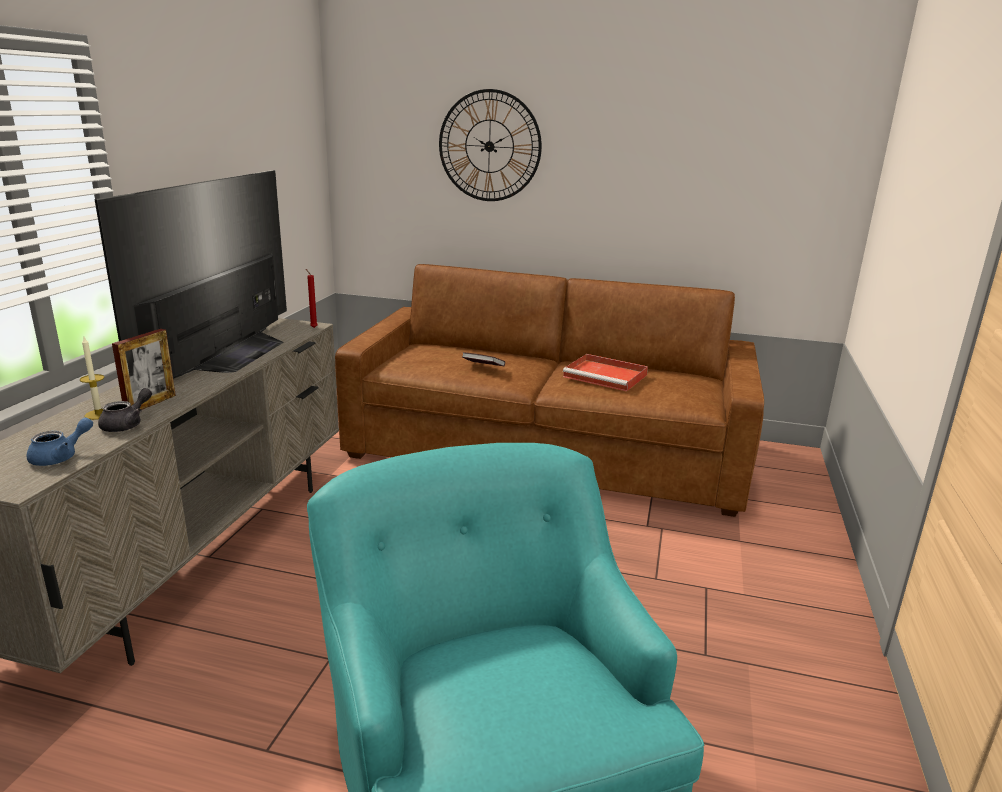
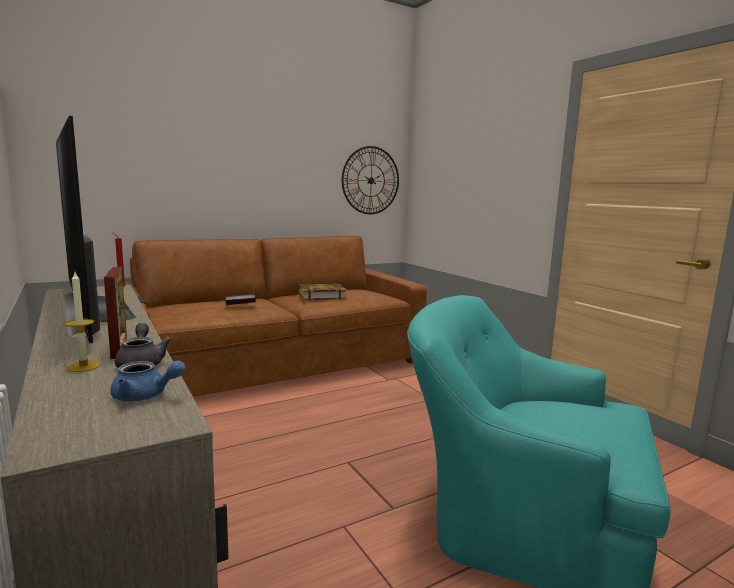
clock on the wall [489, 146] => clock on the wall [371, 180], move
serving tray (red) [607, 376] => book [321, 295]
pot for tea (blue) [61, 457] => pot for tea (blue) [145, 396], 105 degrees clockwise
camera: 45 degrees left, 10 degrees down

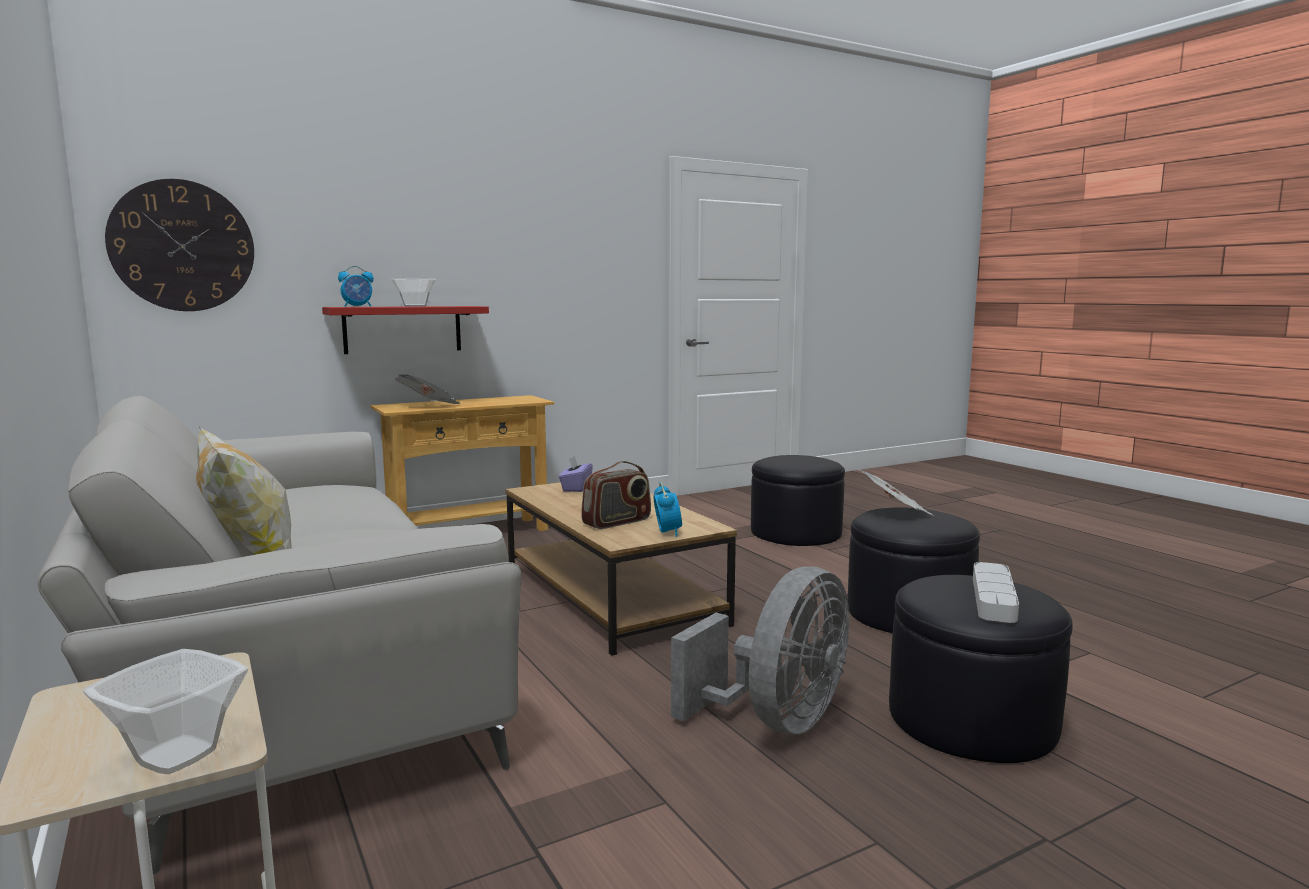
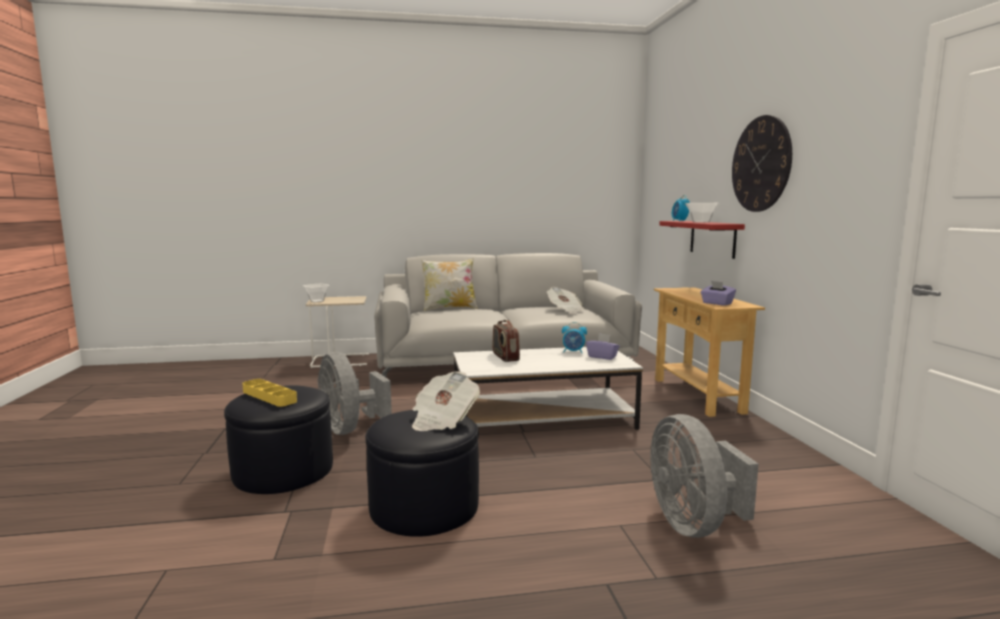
clock on the wall [182, 246] => clock on the wall [761, 164], move
printed paper [429, 406] => printed paper [565, 310], move
footrest (black) [795, 532] => cooling fan (greyish) [693, 524]
coffee table (brown-coloured) [610, 595] => coffee table (white-coloured) [542, 418]
alarm clock [667, 532] => alarm clock [573, 352], move
serving tray (greyish) [993, 598] => serving tray (yellow) [269, 396]
nothing => box of tissues (purple-coloured) [717, 303]
camera: 110 degrees right, 0 degrees up

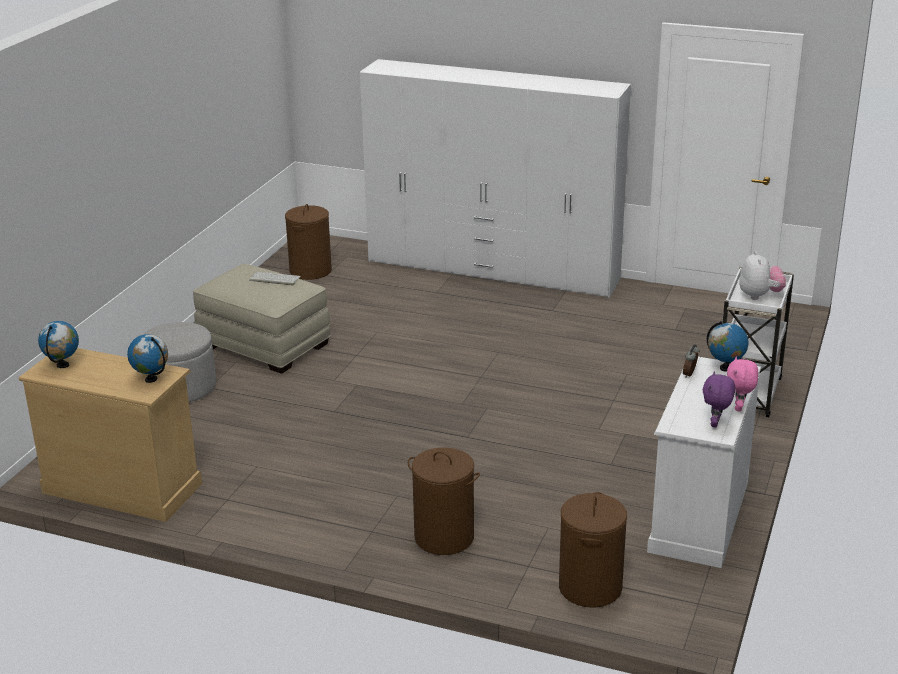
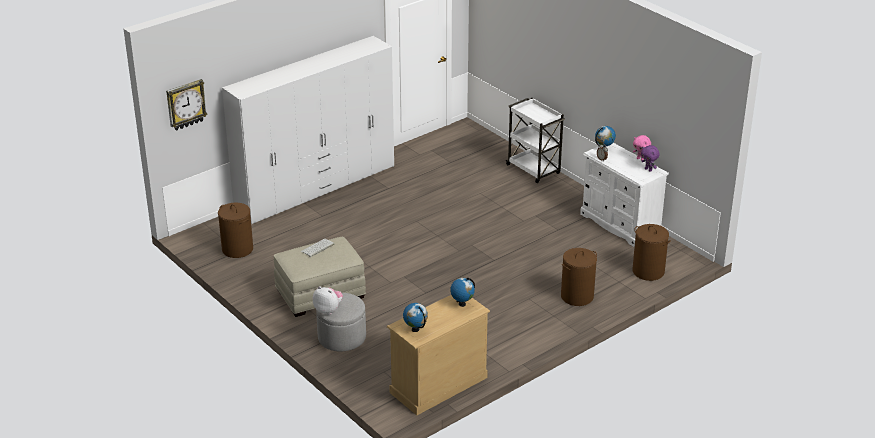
soft toy [759, 296] => soft toy [328, 310], move
nothing => clock on the wall [186, 104]
camera: 60 degrees left, 5 degrees up

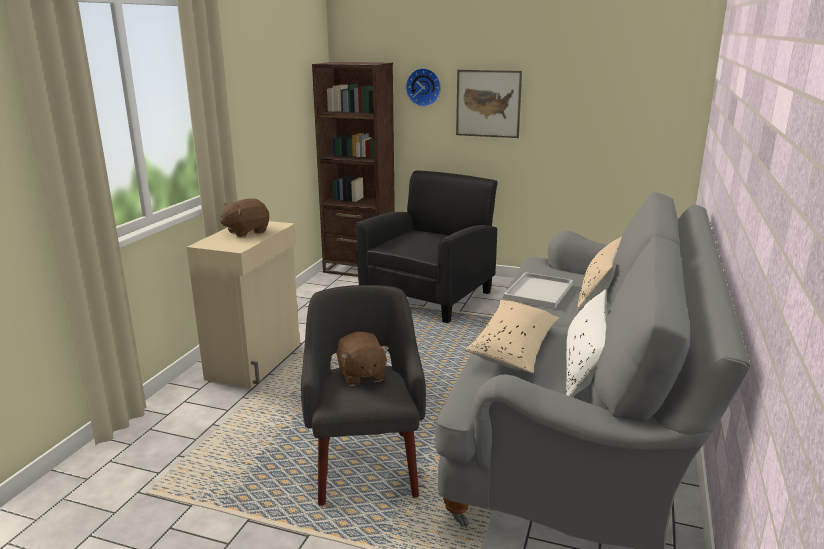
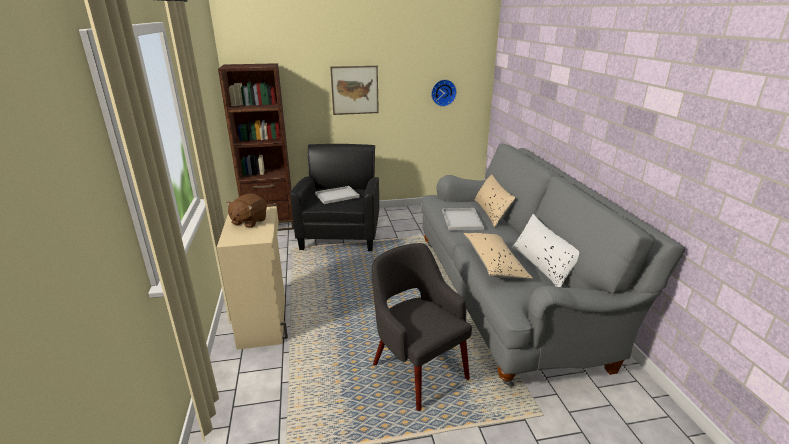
clock on the wall [424, 87] => clock on the wall [443, 92], move
soft toy (brown-coloured) [361, 375] => nothing
nothing => serving tray (white-coloured) [337, 195]
camera: 30 degrees left, 5 degrees up

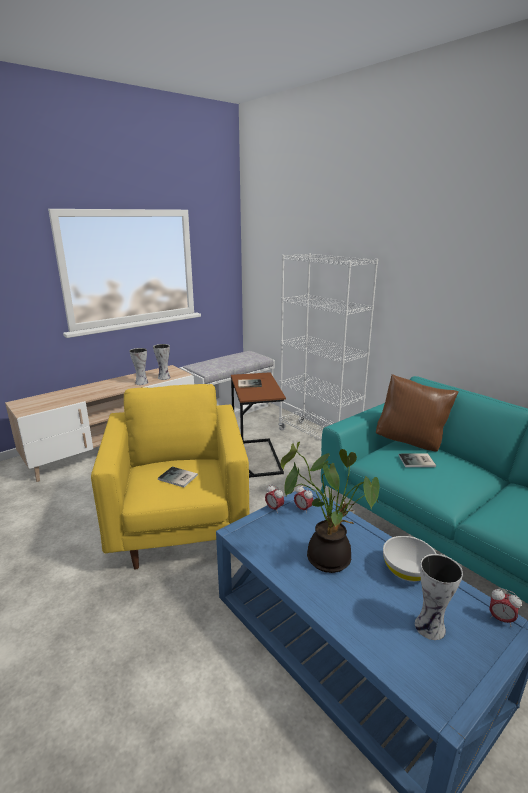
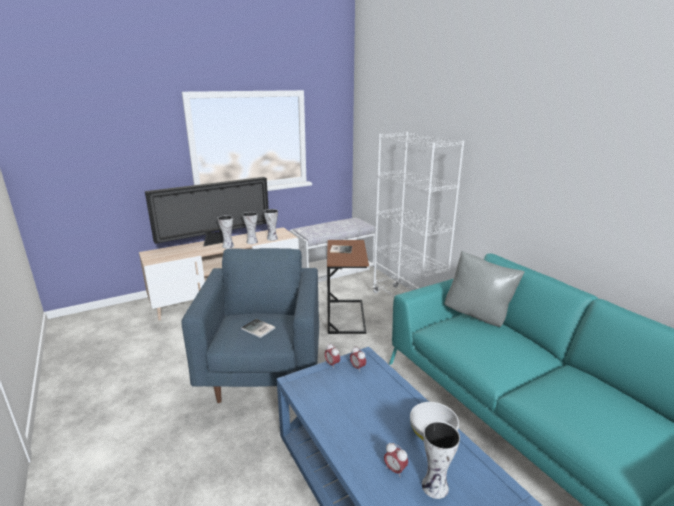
throw pillow (brown-coloured) [411, 442] => throw pillow (greyish) [478, 316]
easy chair (yellow) [180, 528] => easy chair (blue) [263, 372]
houseplant [328, 556] => nothing
book [418, 461] => nothing
alarm clock [500, 619] => alarm clock [395, 470], move
nothing => television [216, 242]
nothing => vase [228, 246]
camera: 10 degrees right, 0 degrees up

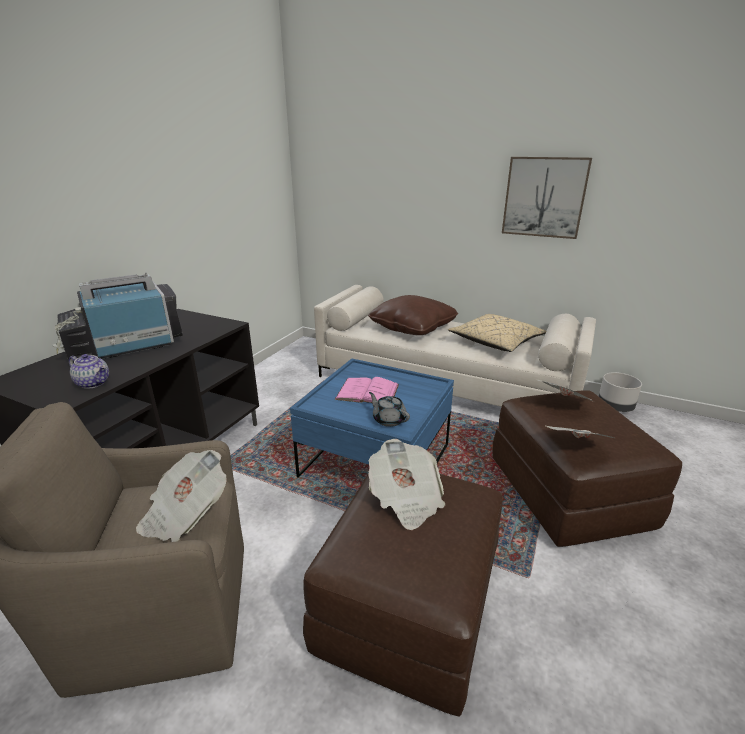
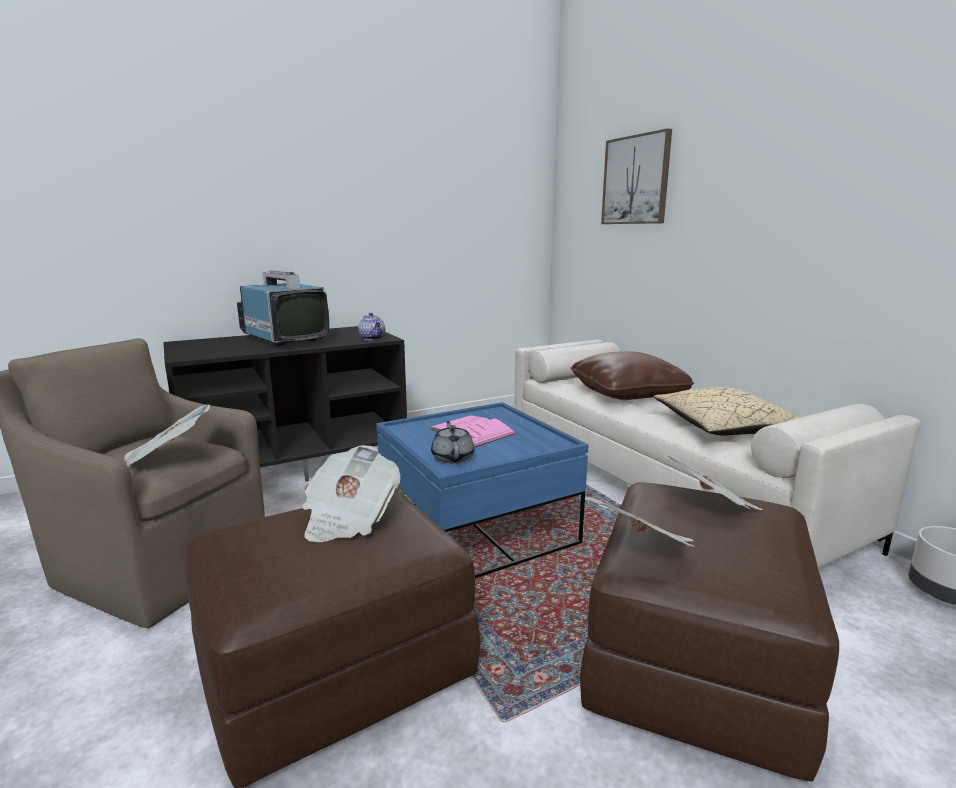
wall picture [544, 197] => wall picture [636, 180], move
television [126, 346] => television [284, 339], 45 degrees clockwise
pot for tea [94, 383] => pot for tea [373, 338], move
camera: 35 degrees right, 10 degrees down

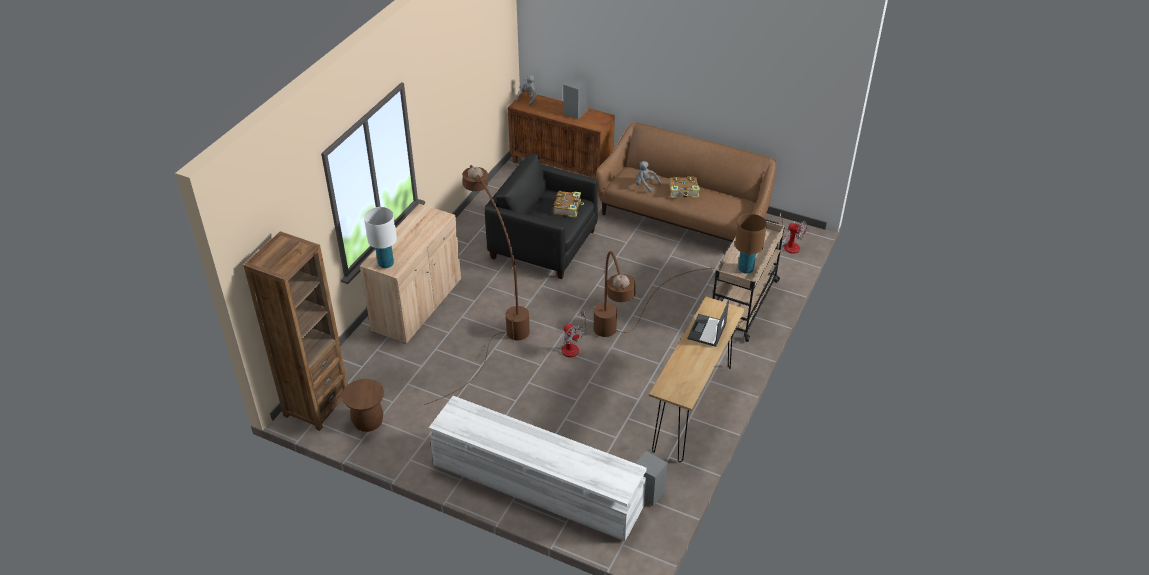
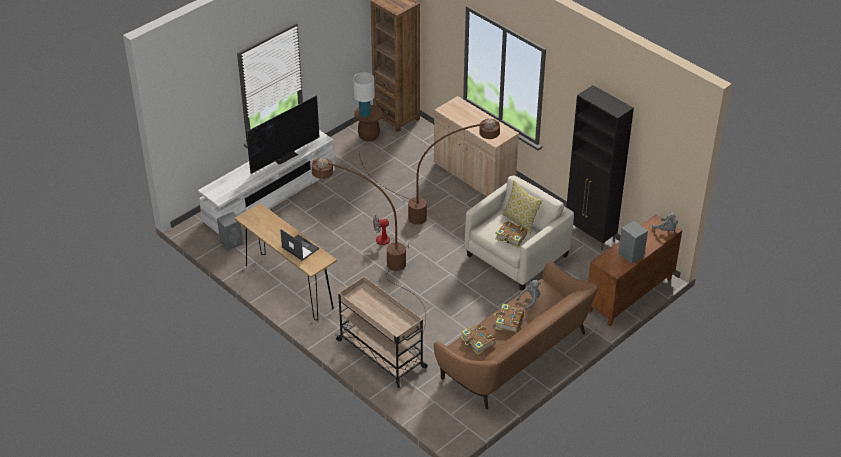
easy chair (black) [543, 245] => easy chair (sand-coloured) [516, 256]
table lamp (white-coloured) [386, 264] => table lamp (white-coloured) [364, 114], move
cooling fan [790, 244] => nothing
table lamp (brown-coloured) [745, 269] => nothing
nothing => storage cabinet (black) [590, 235]
nothing => television [285, 156]
nothing => throw pillow [521, 221]
nothing => book [478, 342]
camera: 110 degrees right, 0 degrees up

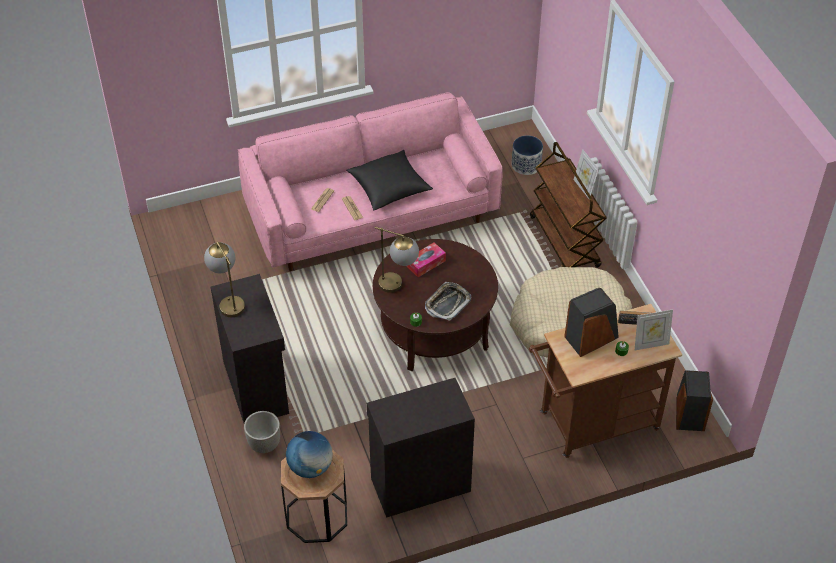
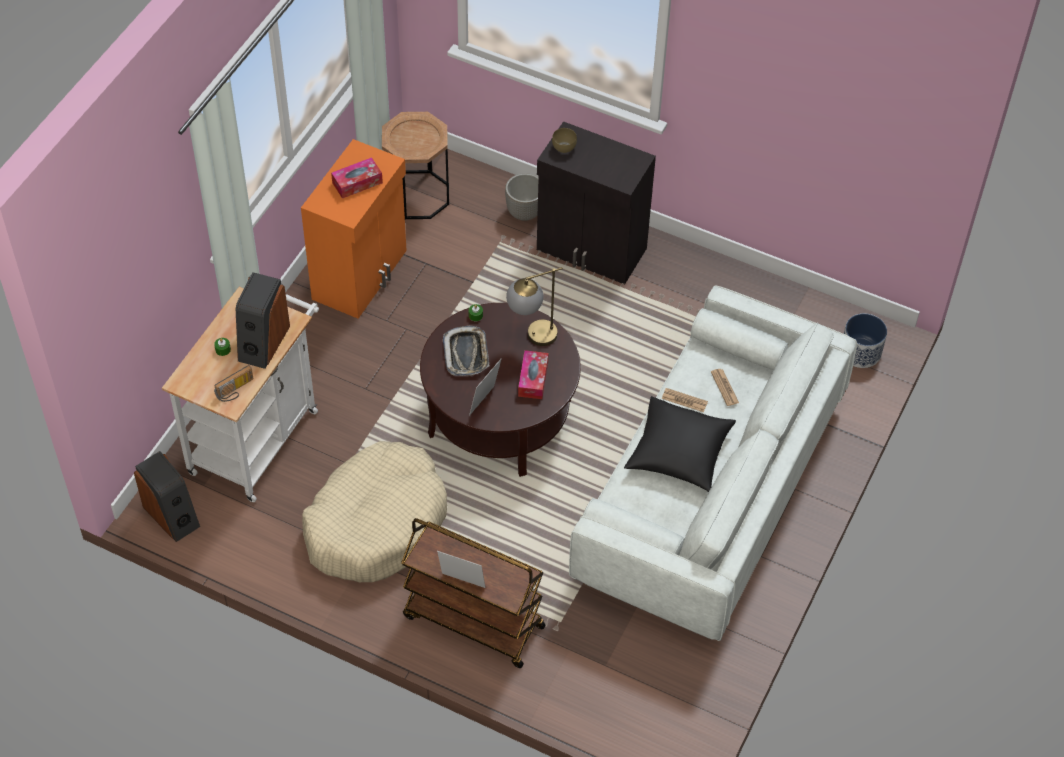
couch (pinkish) [371, 214] => couch (white-coloured) [708, 493]
planter [526, 165] => planter [861, 352], move
table lamp [228, 301] => nothing
cart (brown-coloured) [592, 424] => cart (white-coloured) [258, 435]
picture frame [650, 344] => picture frame [485, 402], move
storage cabinet (black) [419, 484] => storage cabinet (orange) [361, 274]
desk globe [310, 467] => nothing
nothing => serving bowl (brown-coloured) [564, 148]
nothing => box of tissues [357, 183]
camera: 135 degrees right, 5 degrees up

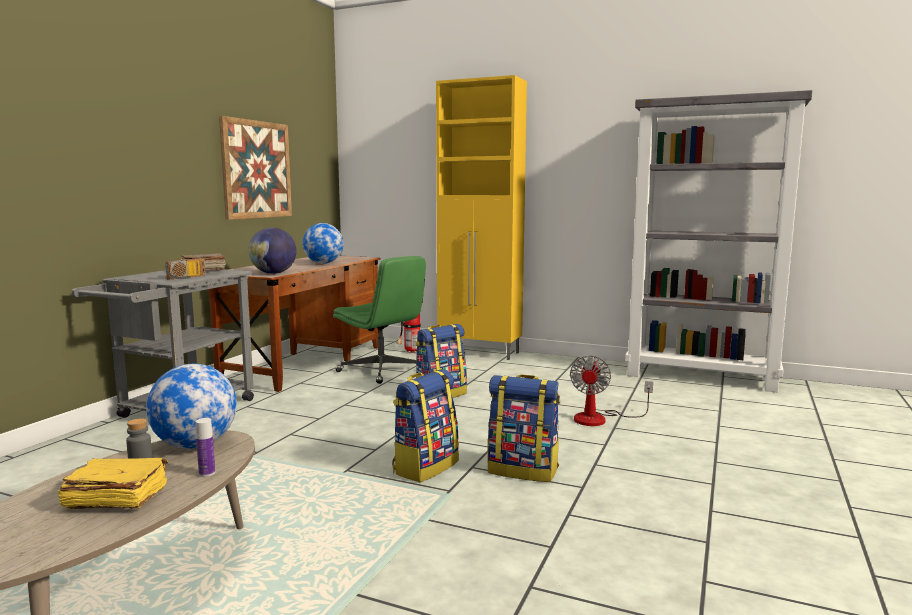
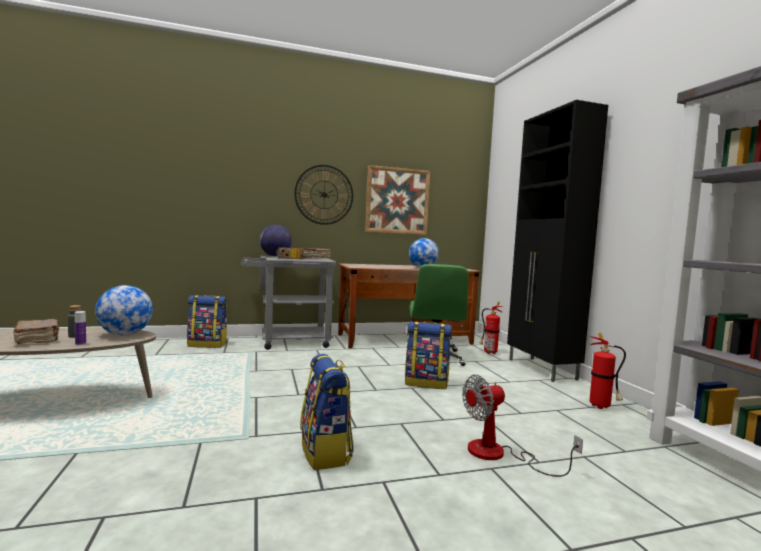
storage cabinet (yellow) [480, 353] => storage cabinet (black) [541, 369]
desk globe [273, 273] => desk globe [275, 256], move
rucksack [425, 467] => rucksack [207, 344], move
book (yellow) [116, 498] => book (brown-coloured) [38, 340]
nothing => clock on the wall [324, 194]
nothing => fire extinguisher [602, 407]
camera: 50 degrees right, 5 degrees down

